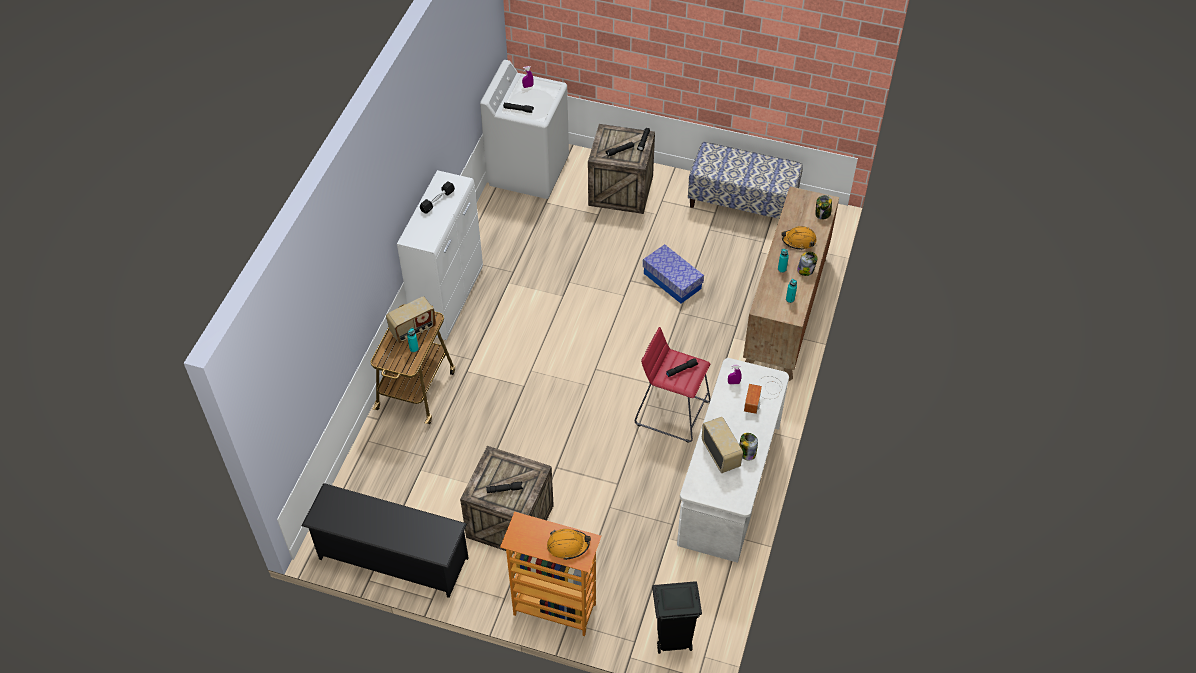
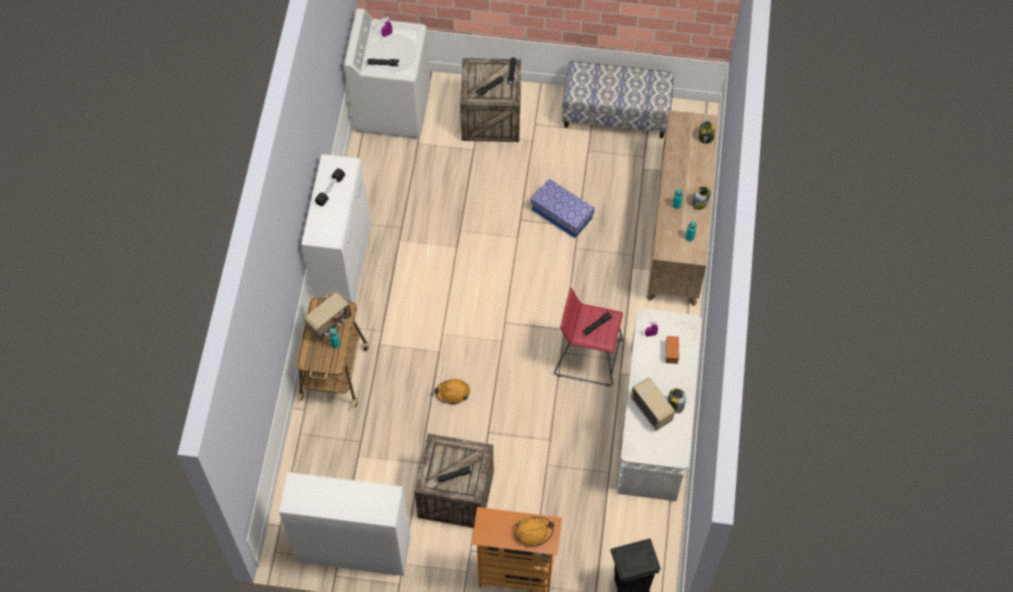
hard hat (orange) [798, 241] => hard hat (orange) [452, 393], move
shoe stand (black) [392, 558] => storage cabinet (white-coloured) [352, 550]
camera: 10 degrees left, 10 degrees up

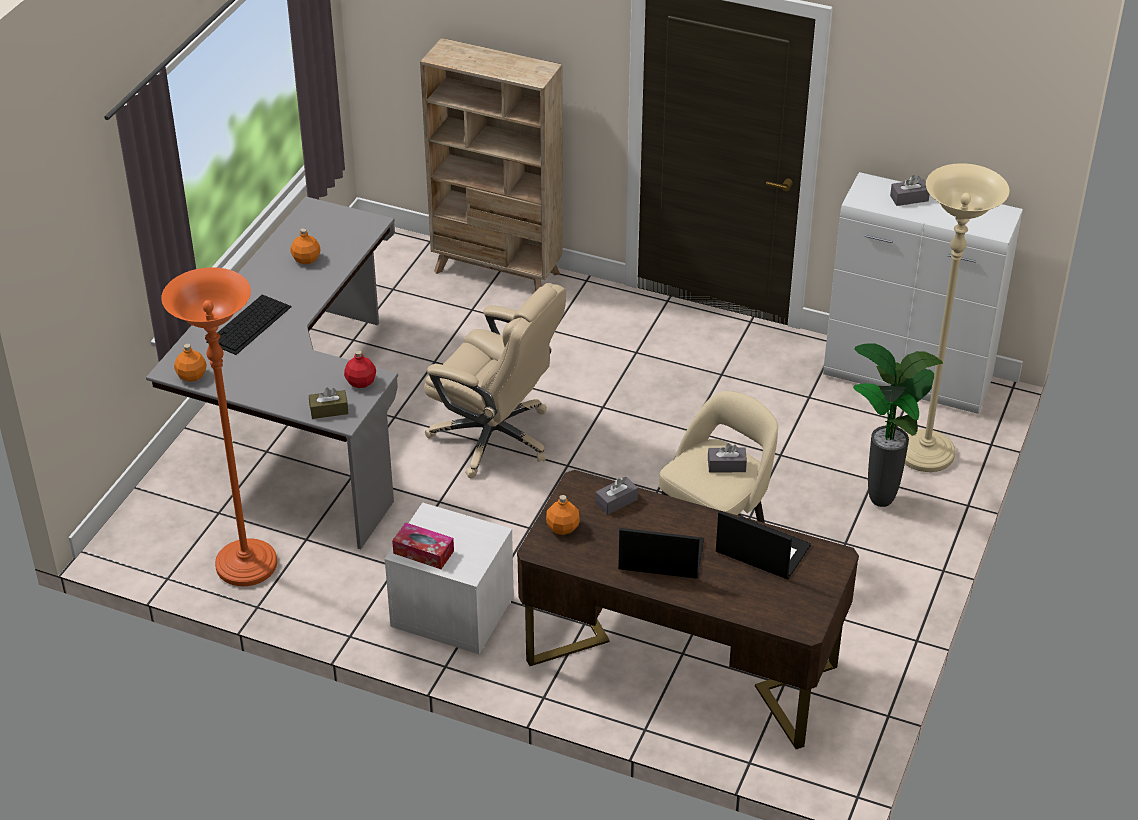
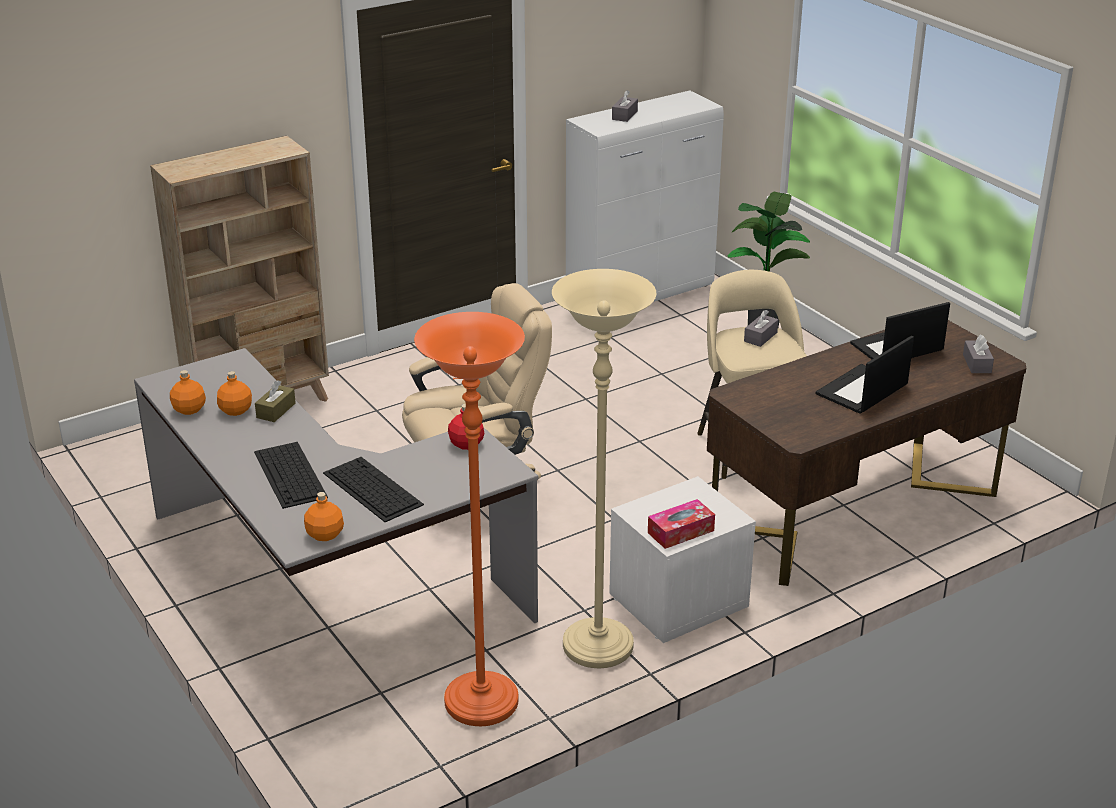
standing lamp (sand-coloured) [925, 454] => standing lamp (sand-coloured) [597, 647], move
box of tissues (brown-coloured) [329, 410] => box of tissues (brown-coloured) [276, 410], move
box of tissues (greyish) [616, 501] => box of tissues (greyish) [977, 364], move
drink bottle (orange) [563, 528] => drink bottle (orange) [189, 409], move
nothing => keyboard [371, 488]
camera: 55 degrees left, 10 degrees down

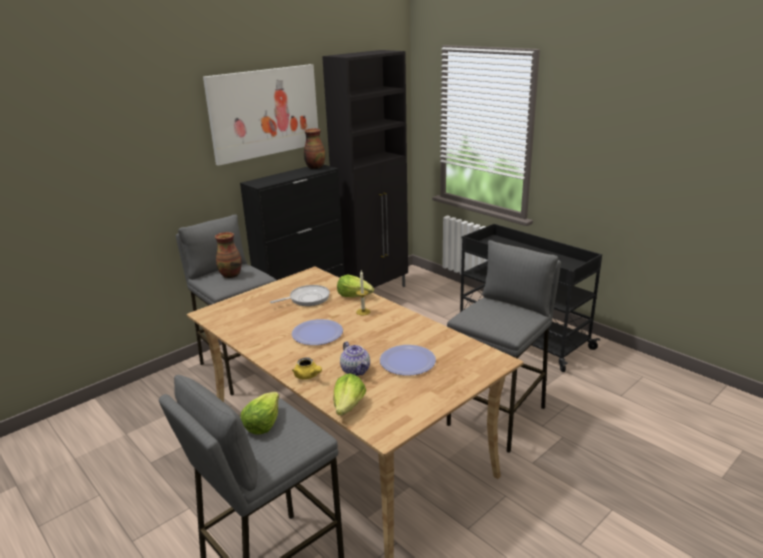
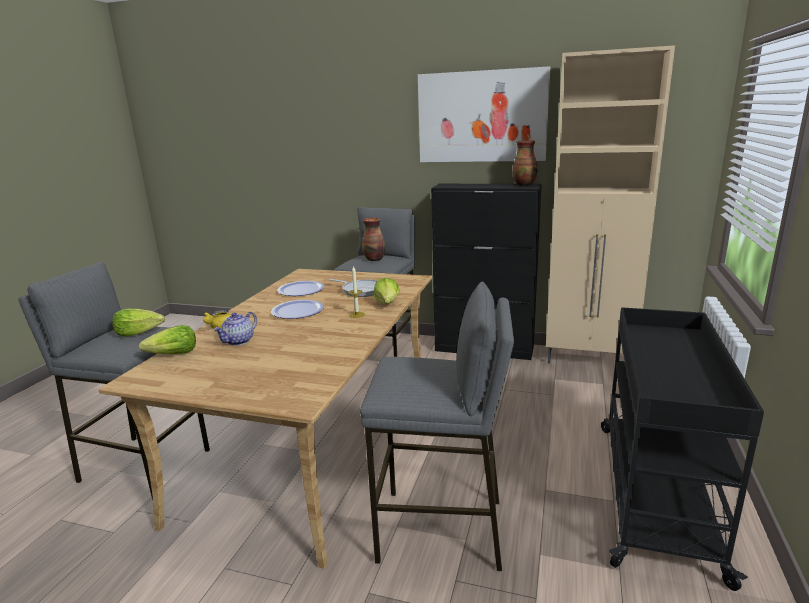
storage cabinet (black) [375, 292] => storage cabinet (sand-coloured) [589, 360]
dinner plate [407, 361] => dinner plate [301, 290], move
camera: 60 degrees right, 5 degrees down

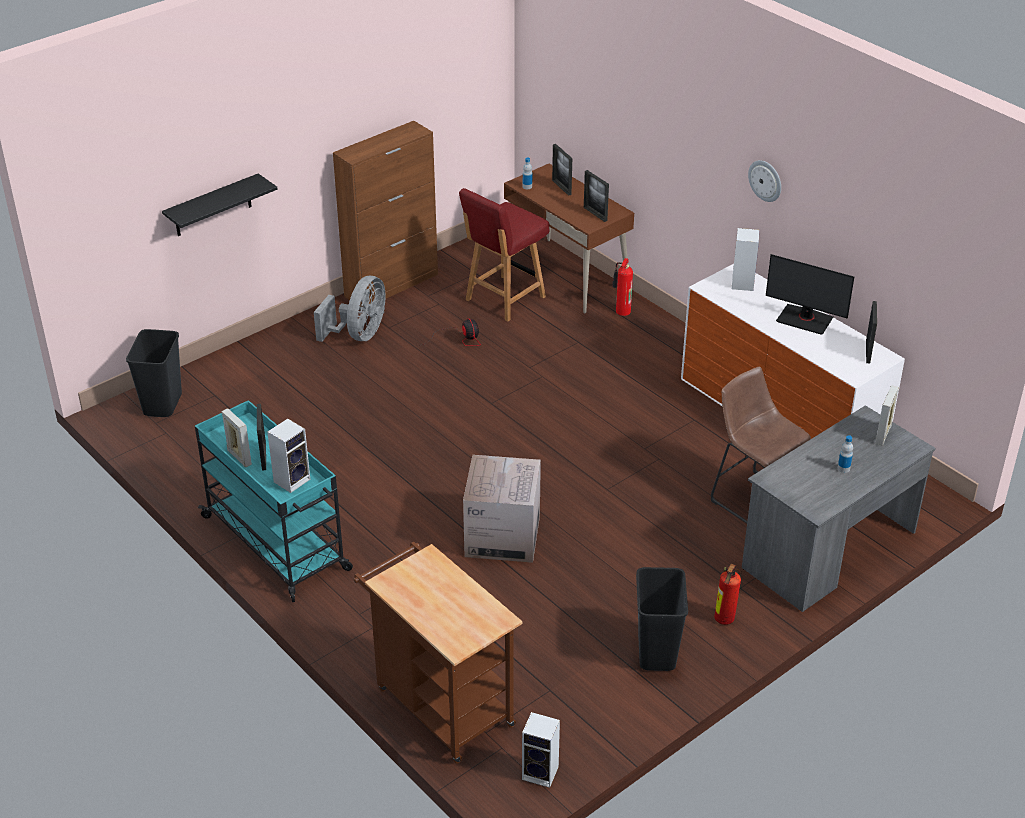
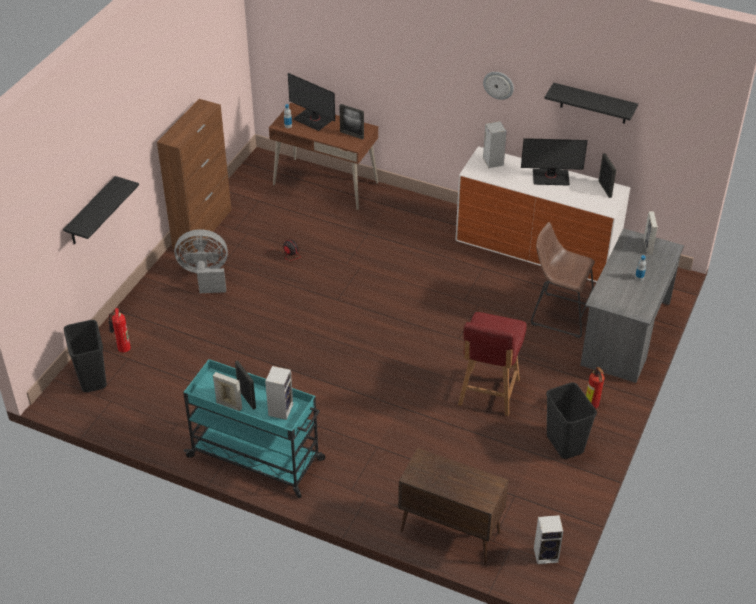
picture frame [561, 187] => monitor [313, 120]
chair (red) [504, 299] => chair (red) [488, 393], move
fire extinguisher [621, 312] => fire extinguisher [122, 349], move
cooling fan (greyish) [359, 335] => cooling fan (greyish) [205, 276], 90 degrees counterclockwise
carton [502, 536] => nothing
cart (brown-coloured) [439, 703] => storage cabinet (brown-coloured) [449, 532]
nothing => wall shelf (black) [593, 104]
camera: 25 degrees left, 5 degrees up

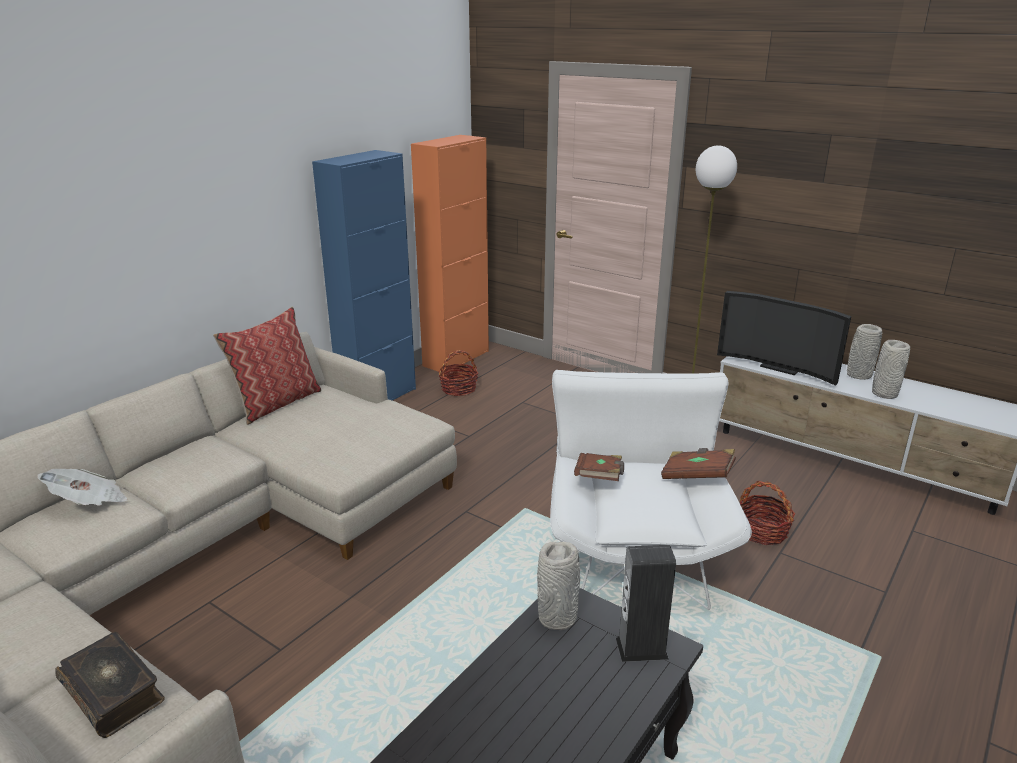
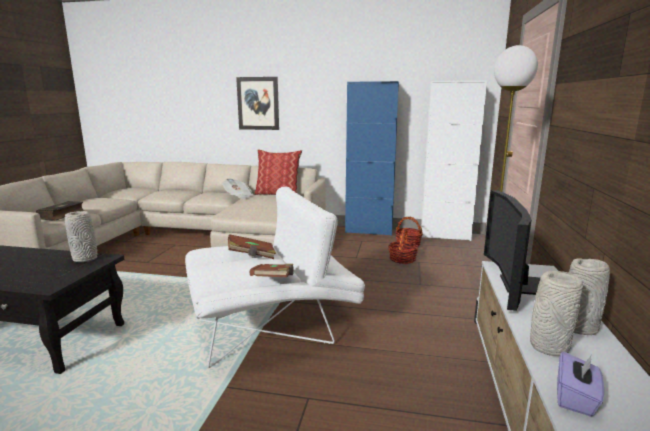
storage cabinet (orange) [456, 358] => storage cabinet (white-coloured) [445, 236]
printed paper [89, 502] => printed paper [238, 196], move
storage basket [762, 531] => storage basket [402, 259], move
audio speaker [641, 648] => nothing
nothing => wall picture [258, 103]
nothing => box of tissues (purple-coloured) [576, 398]
camera: 65 degrees right, 10 degrees down

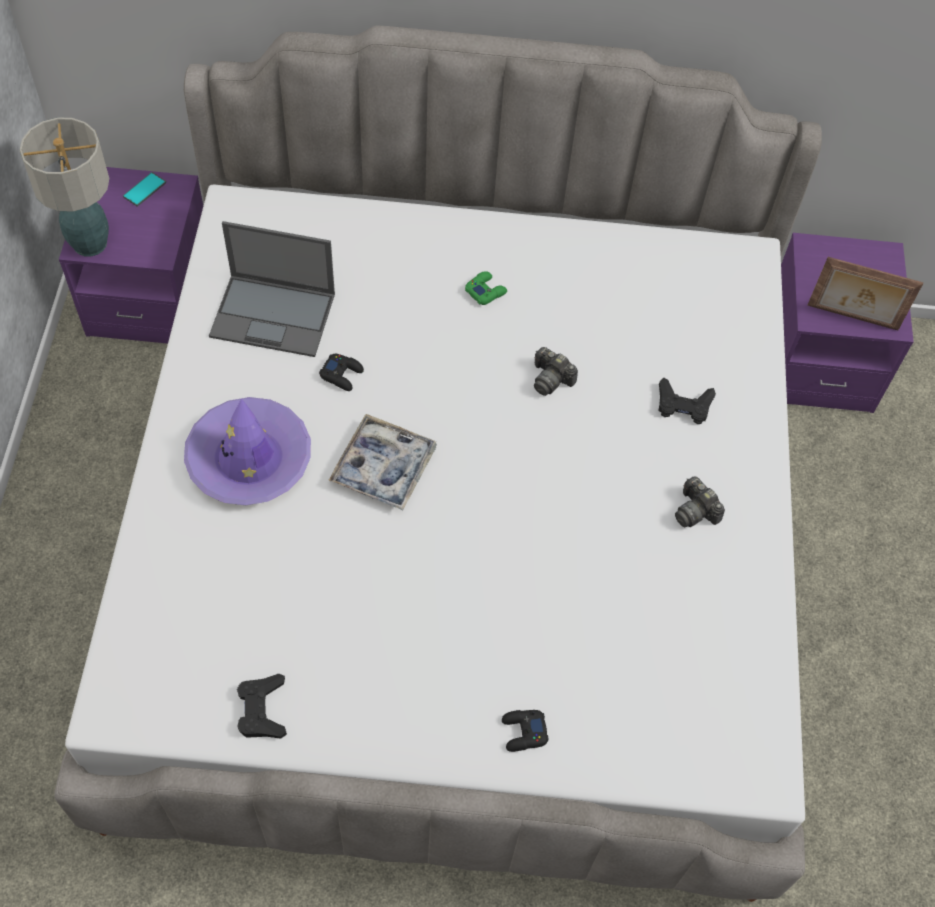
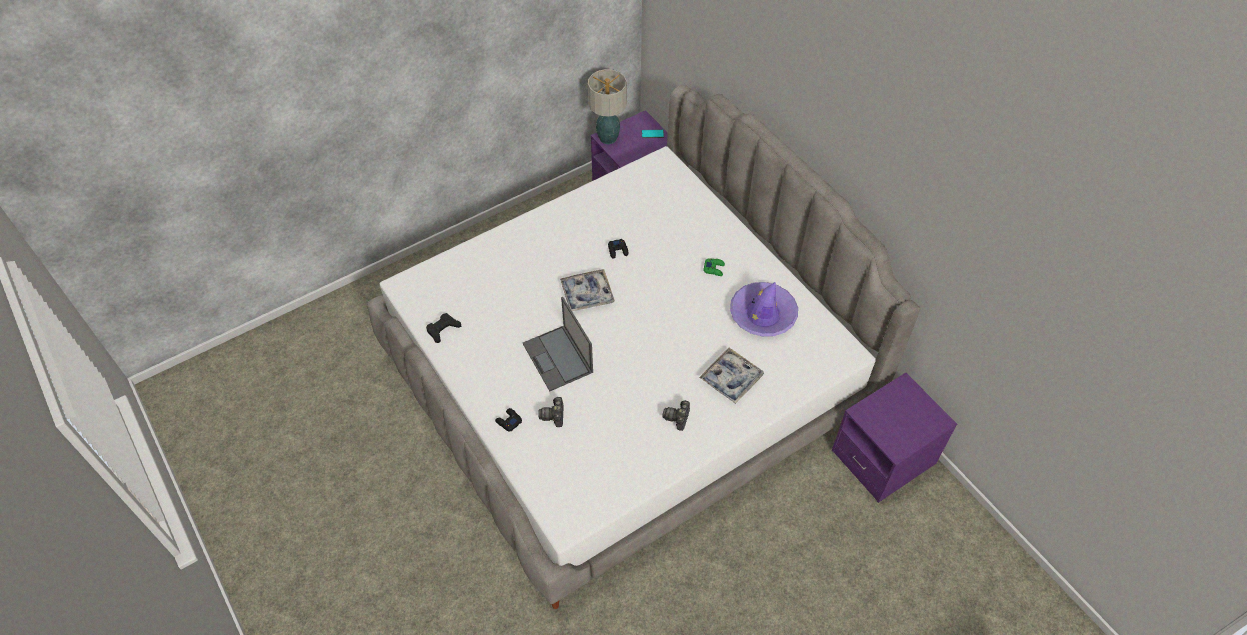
notebook computer [274, 315] => notebook computer [558, 358], move
picture frame [852, 318] => nothing
photo camera [551, 379] => photo camera [553, 416], move
gamepad (black) [683, 405] => serving tray [731, 379]
clothing hat (purple-coloured) [249, 459] => clothing hat (purple-coloured) [763, 314], move
camera: 55 degrees right, 5 degrees down

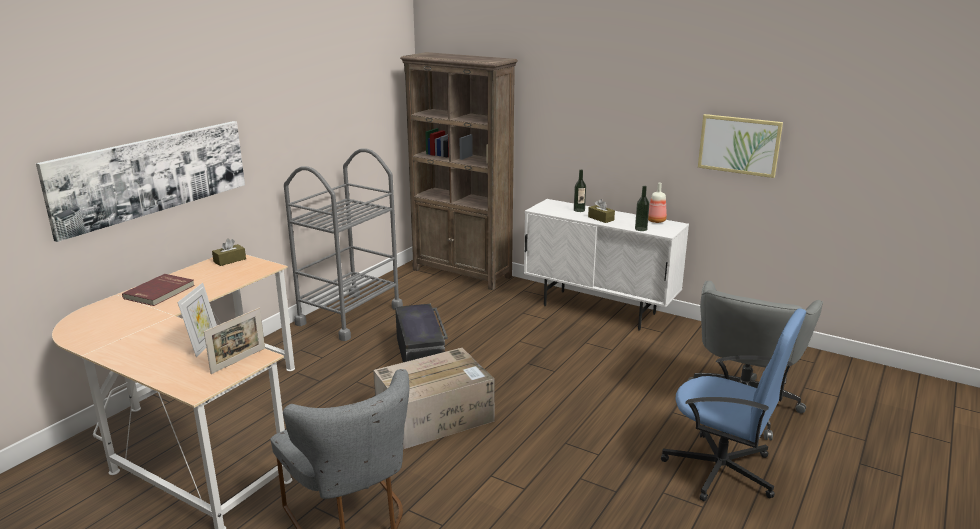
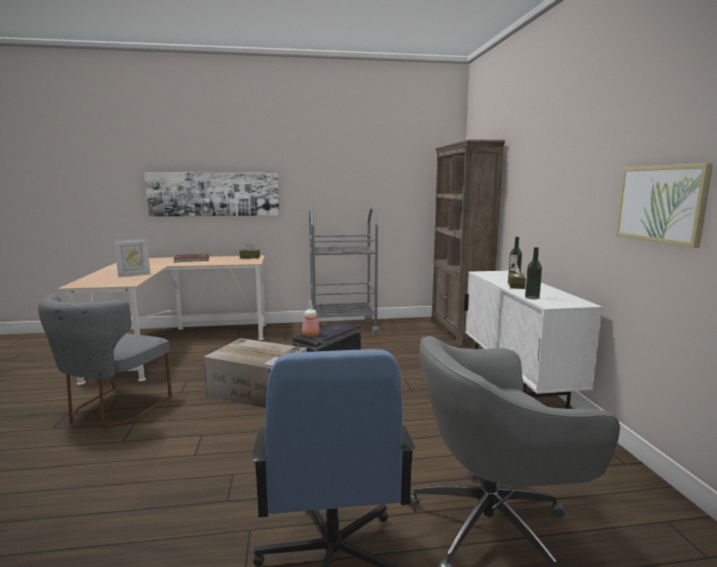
drink bottle [656, 221] => drink bottle [310, 335], move
picture frame [238, 360] => nothing
camera: 50 degrees right, 10 degrees down

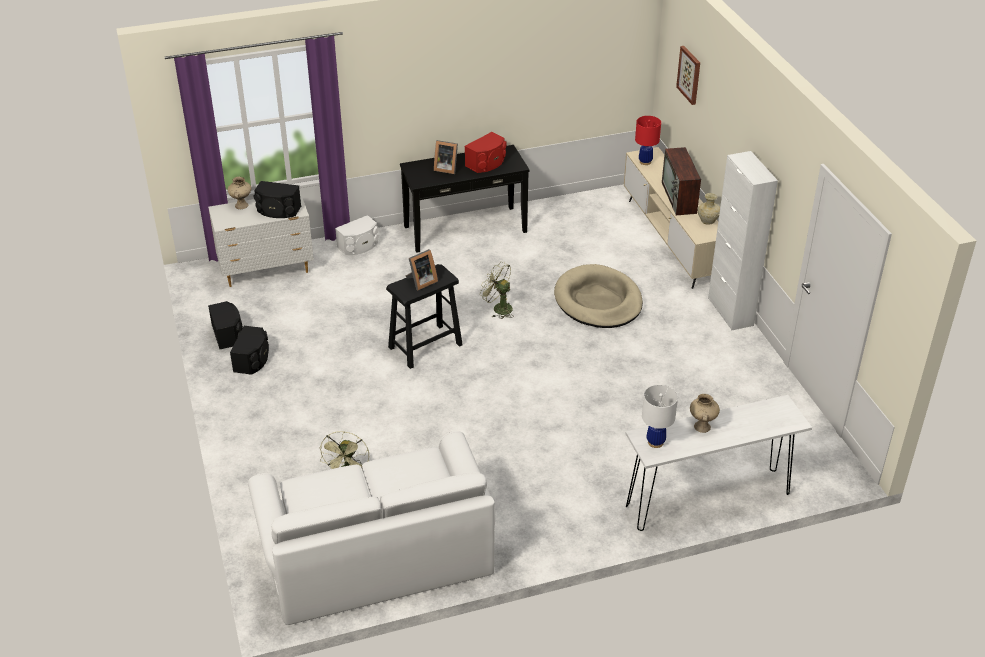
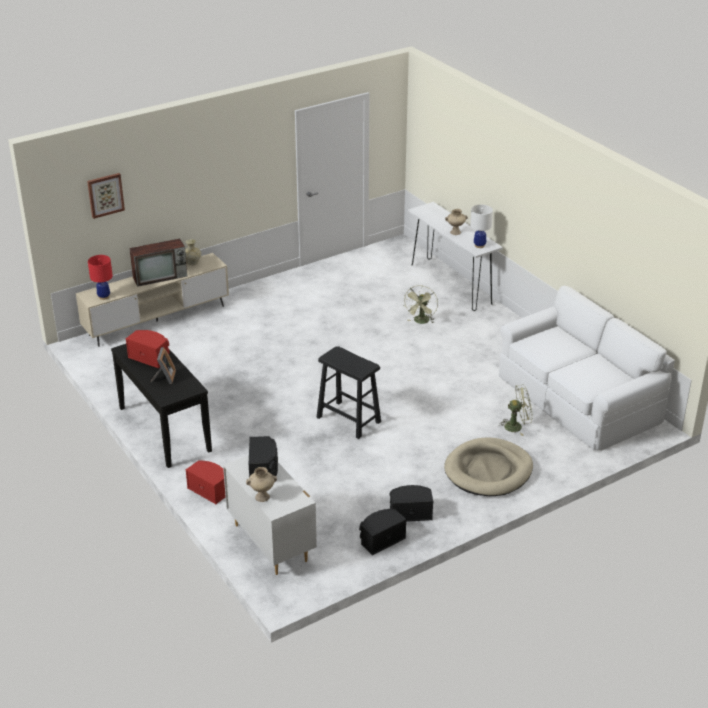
storage cabinet (white-coloured) [730, 312] => nothing
audio speaker (white-coloured) [359, 246] => audio speaker (red) [210, 489]
picture frame [421, 282] => nothing
cooling fan (green) [498, 308] => cooling fan (green) [421, 322], move
dog bed (sand-coloured) [598, 301] => dog bed (sand-coloured) [488, 471], move
camera: 105 degrees left, 5 degrees down

